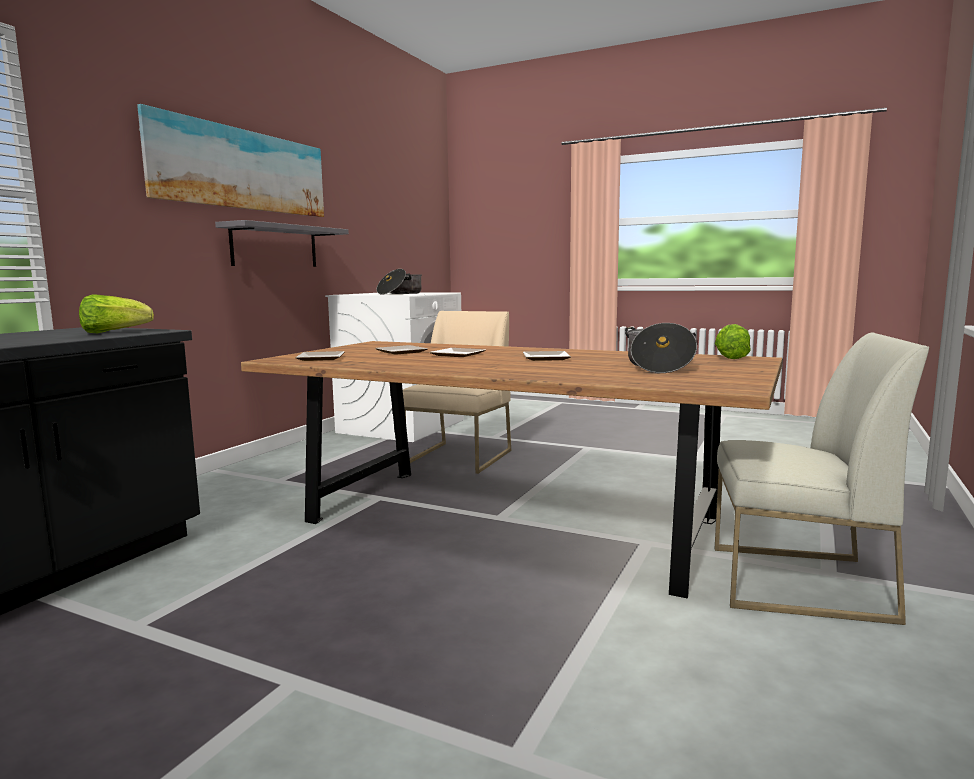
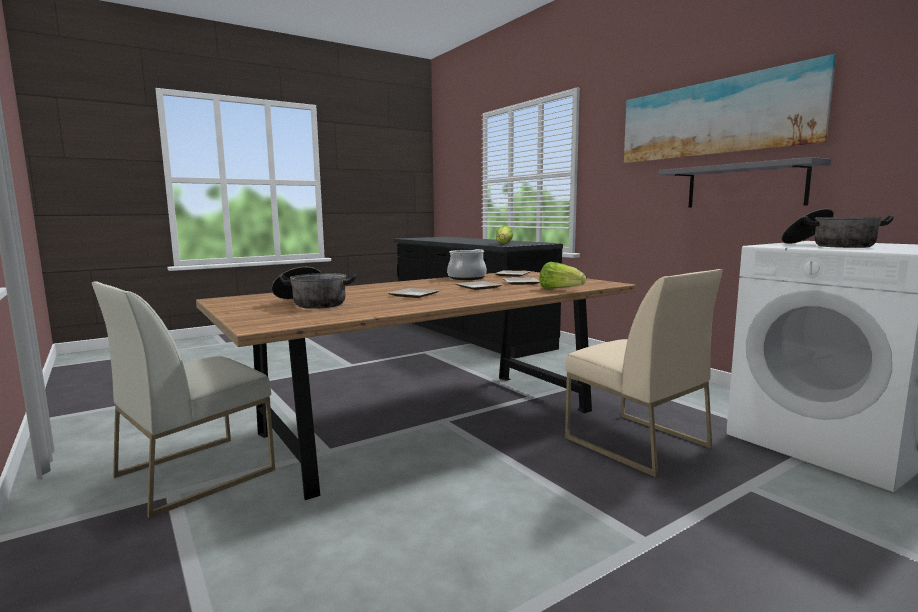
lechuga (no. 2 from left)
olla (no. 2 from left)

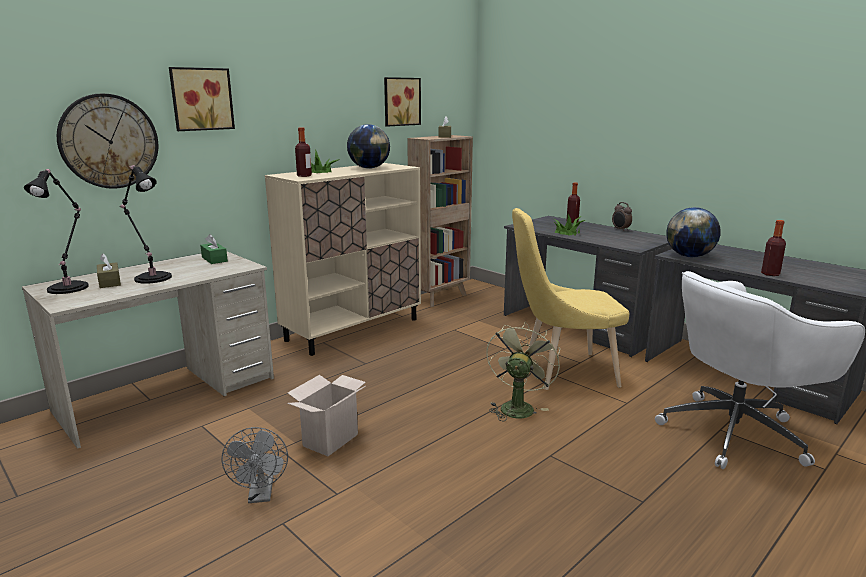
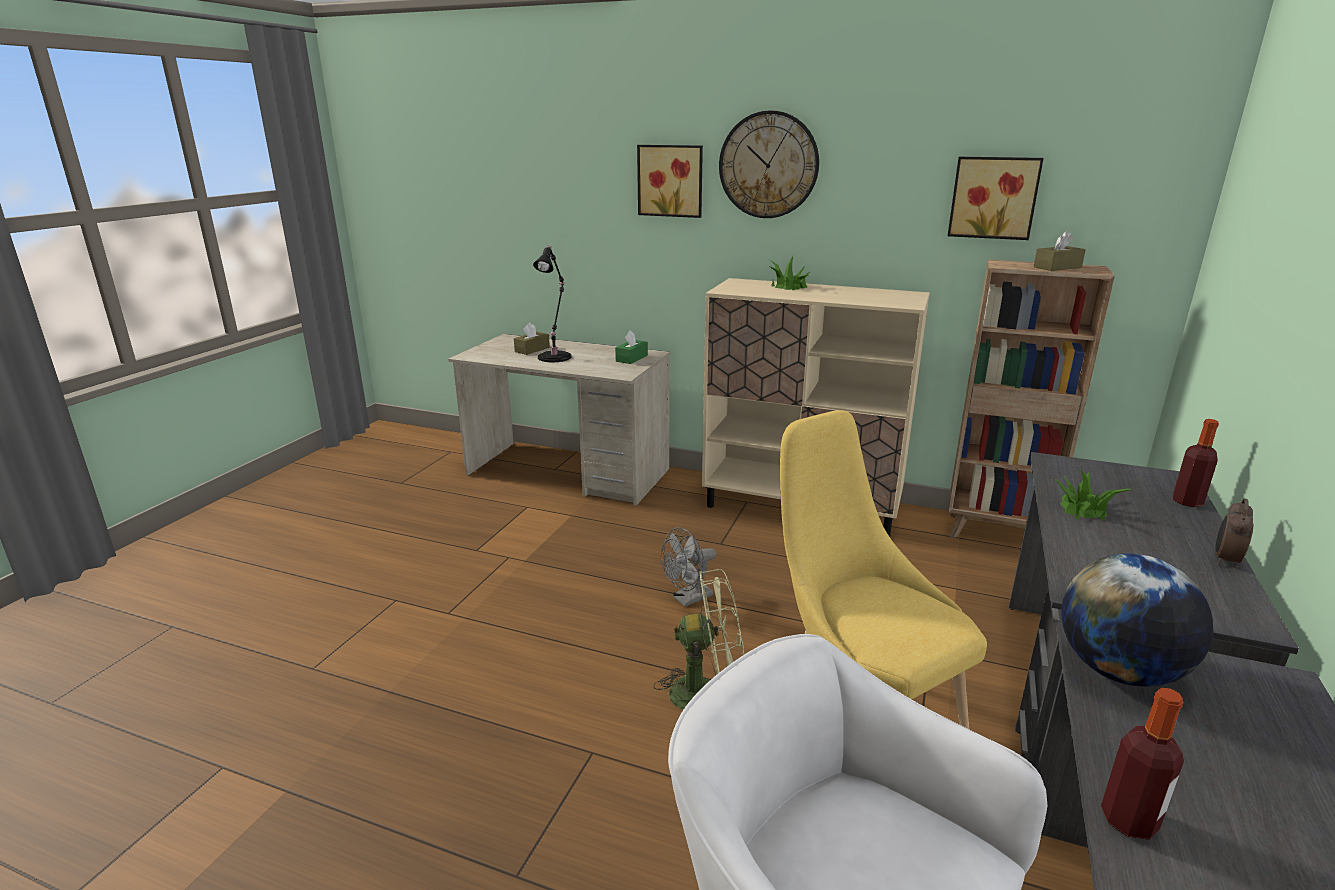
lámpara de mesa (negro) (no. 1 from left in the first image)
reloj de pared
ventilador (gris)
caja de cartón
botella (no. 1 from left in the first image)
globo terráqueo (no. 1 from left in the first image)

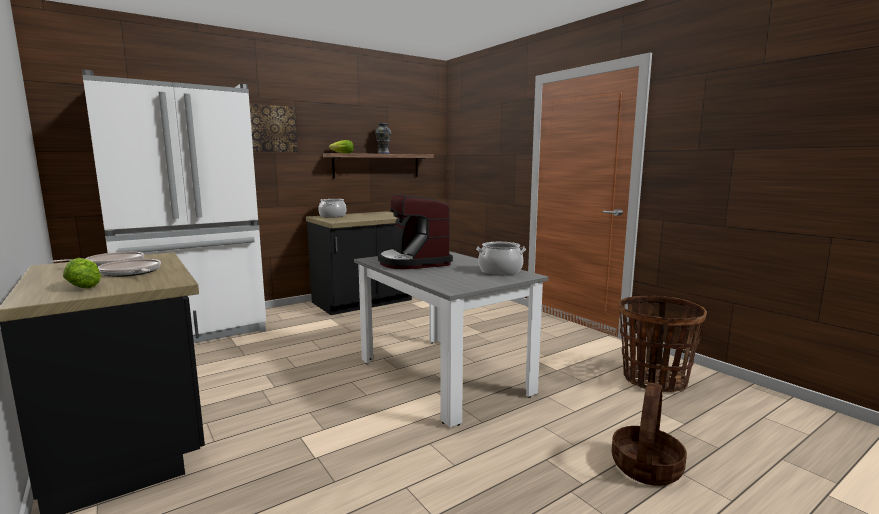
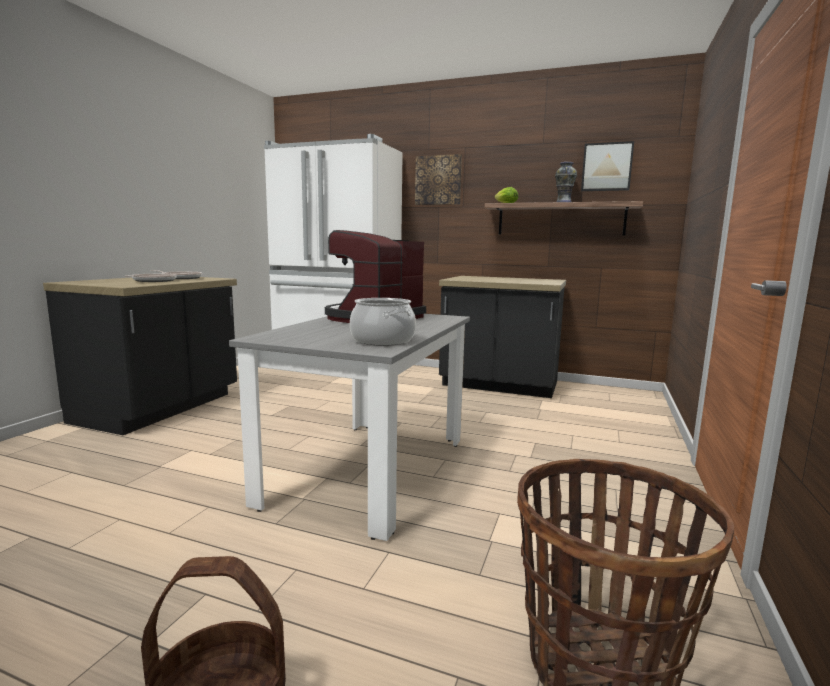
lechuga (no. 1 from left in the first image)
olla (no. 1 from left in the first image)
cuadro (no. 2 from left)

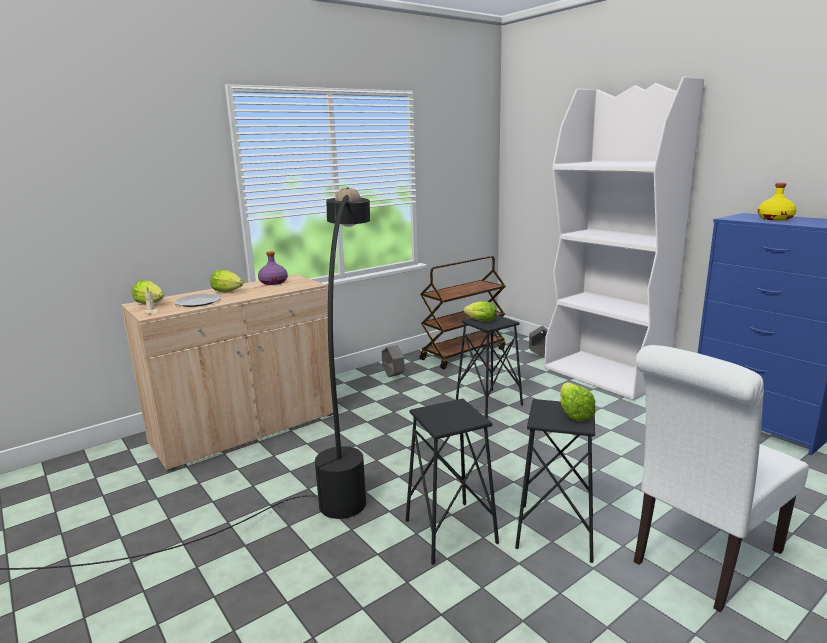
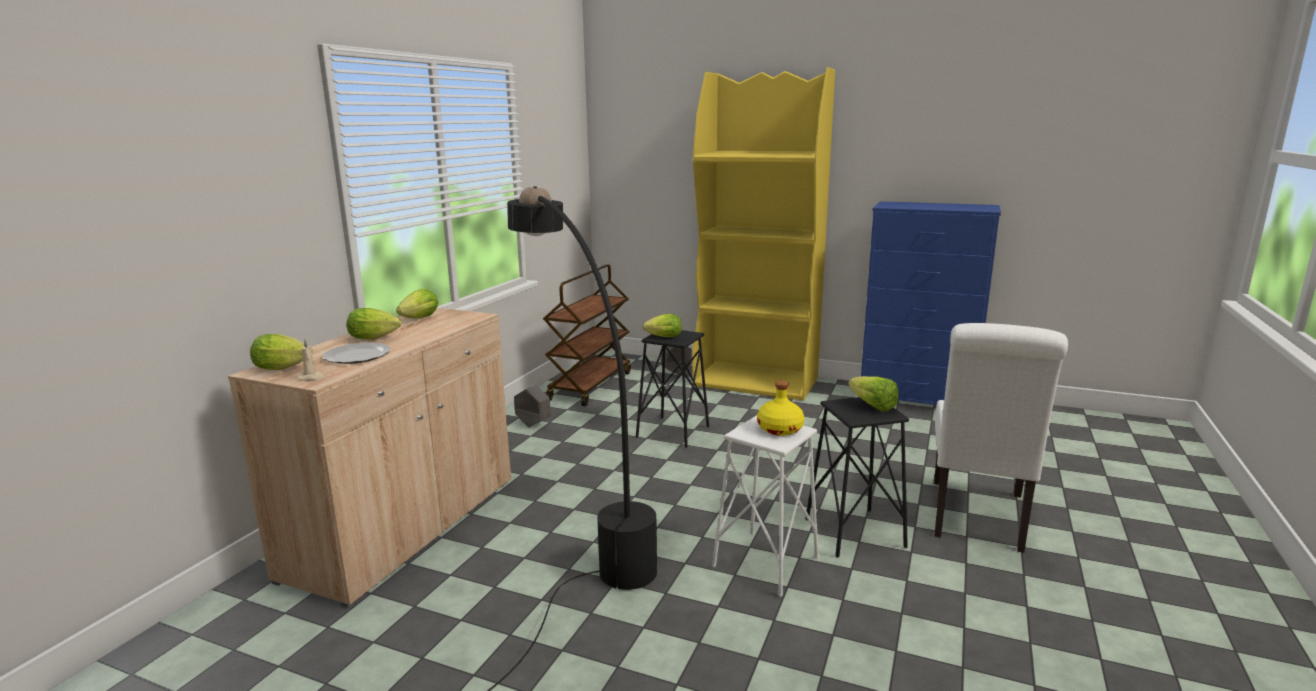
lechuga (no. 3 from left)
taburete (blanco)
estantería (amarillo)
botella (amarillo)

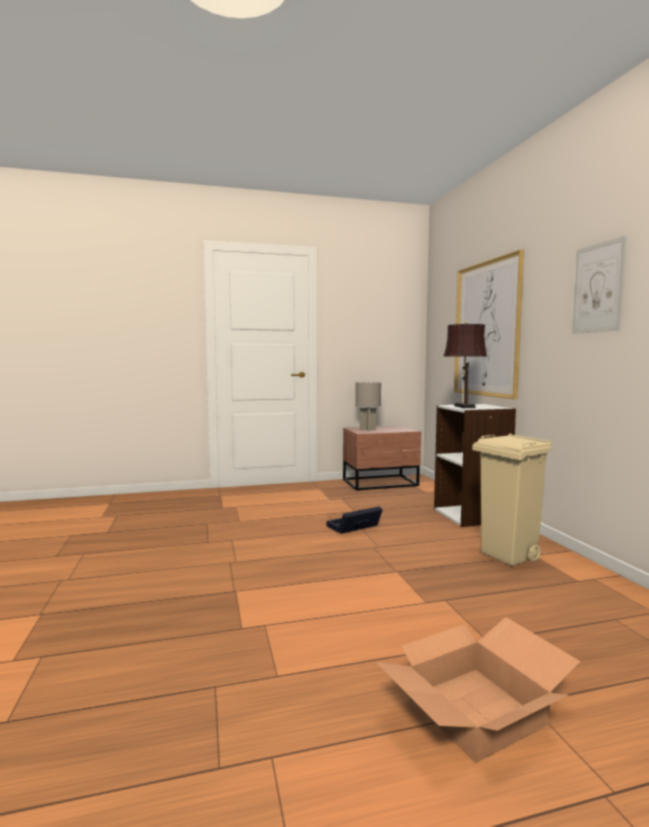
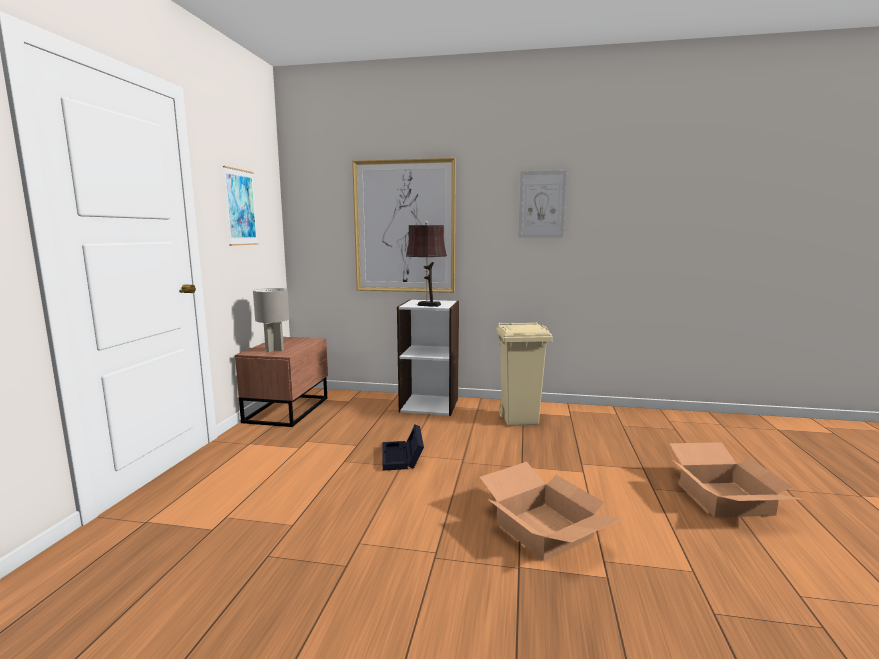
cuadro (no. 1 from left)
caja de cartón (no. 1 from left)

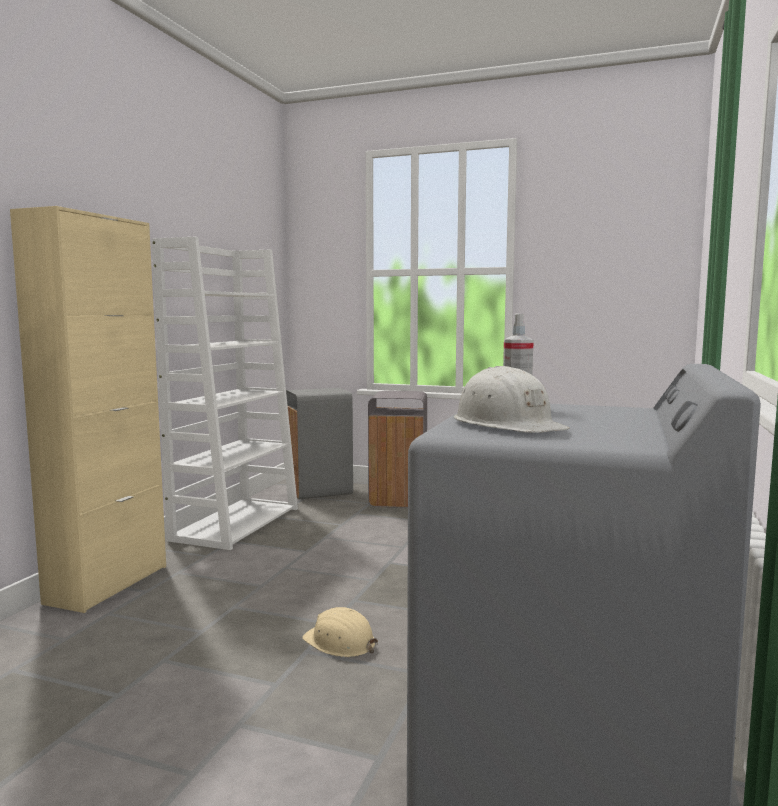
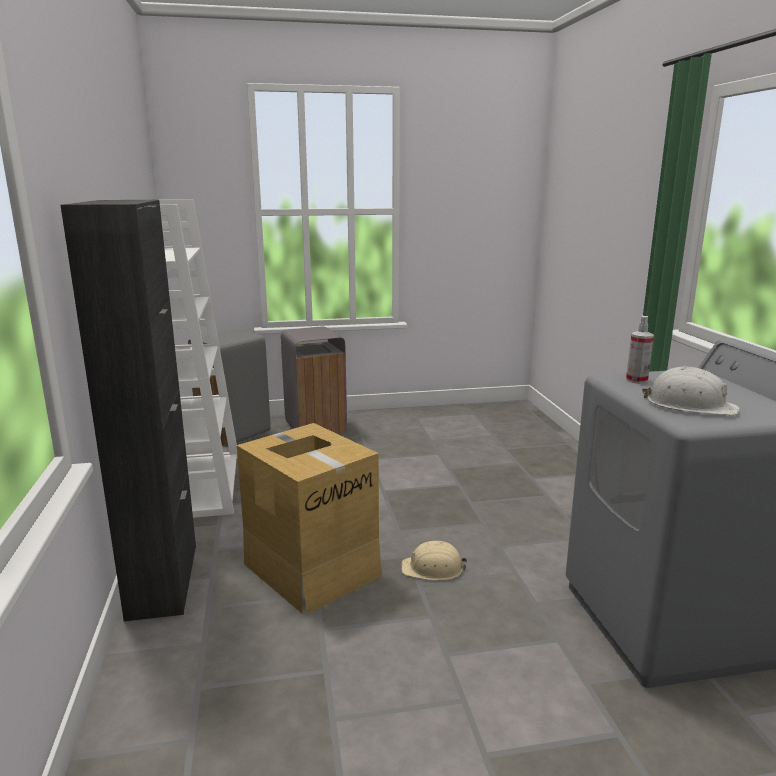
armario (negro)
caja de cartón

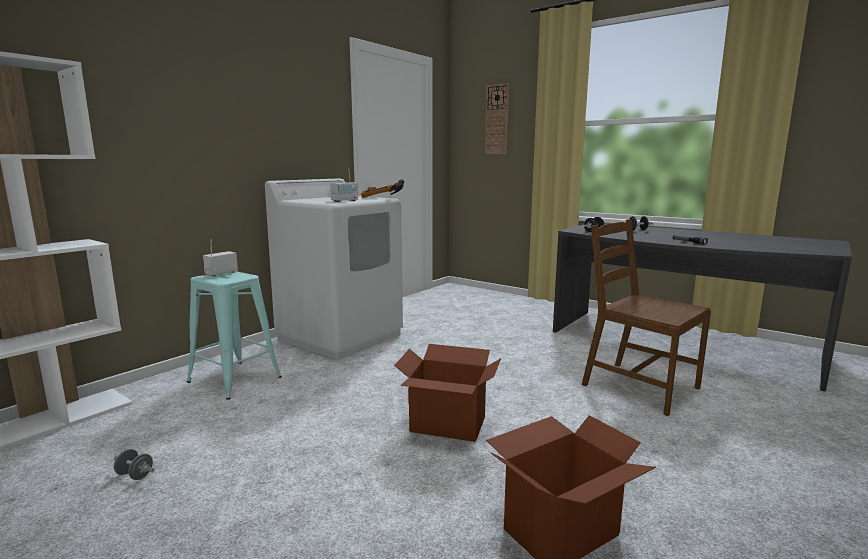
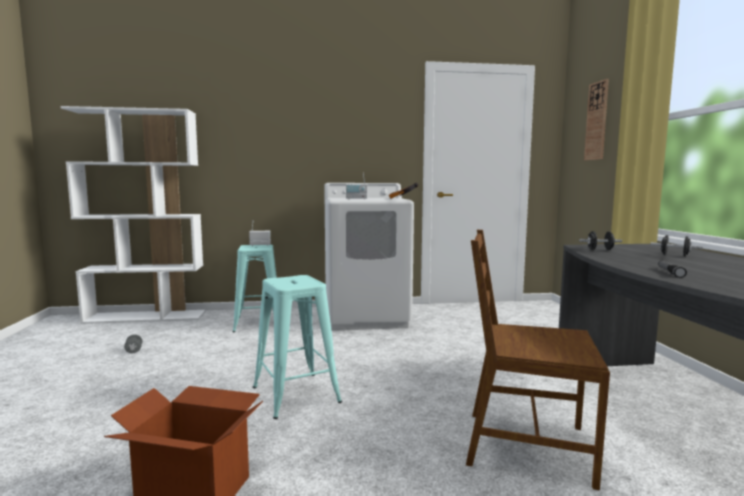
taburete (turquesa) (no. 2 from left)
silla (marrón)

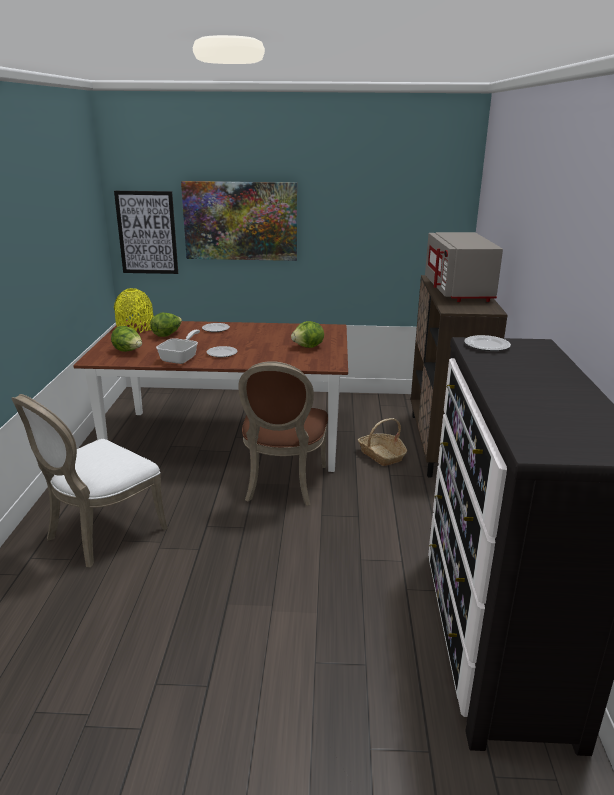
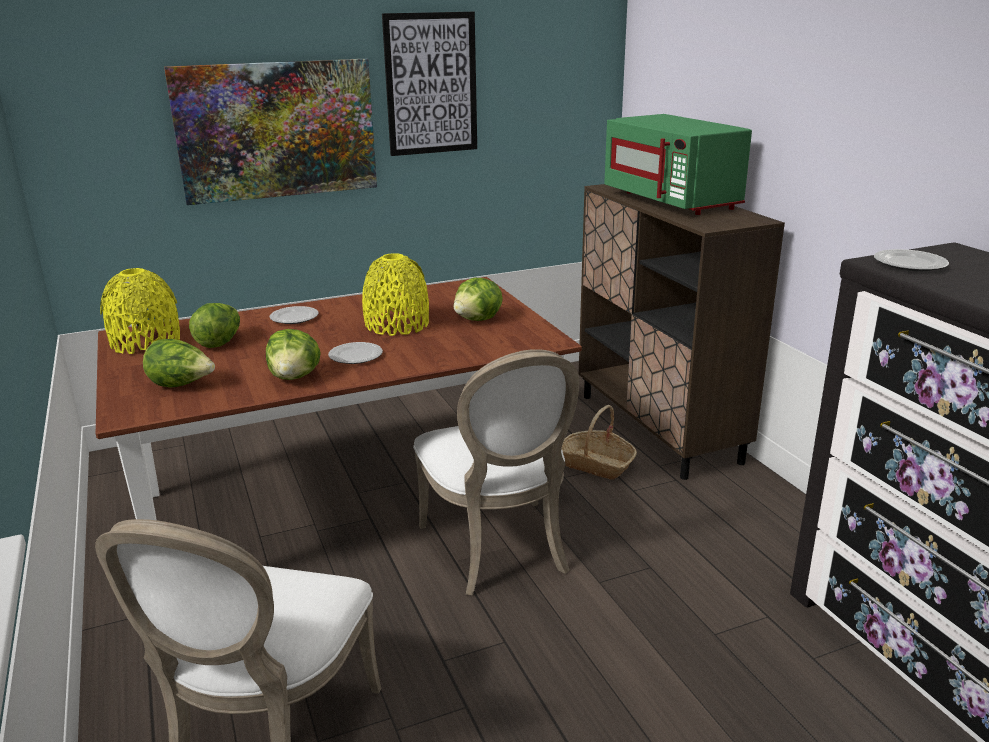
cuadro (no. 2 from left)
lechuga (no. 3 from left)
silla (blanco) (no. 2 from left)
microondas (verde)
florero (amarillo) (no. 2 from left)

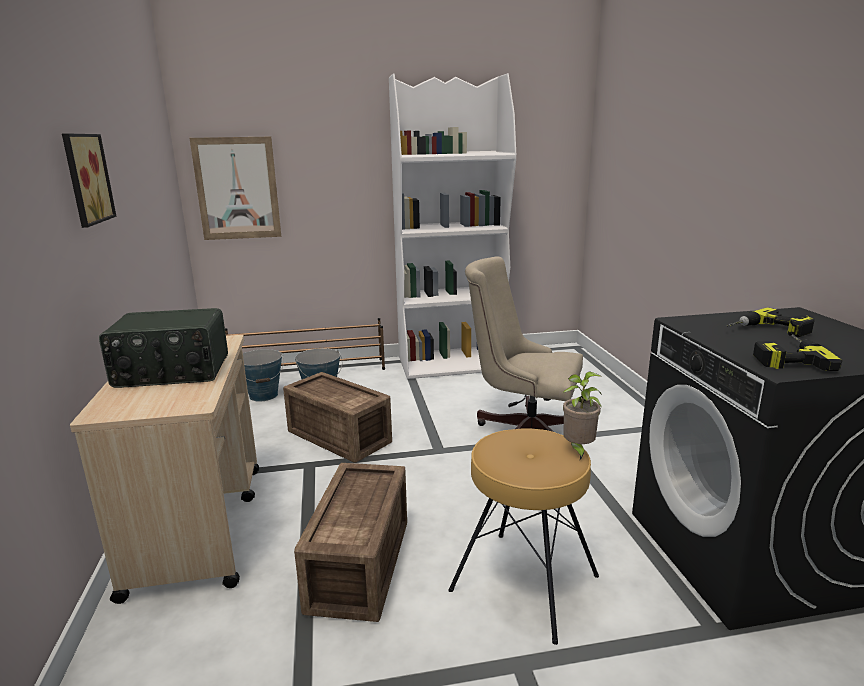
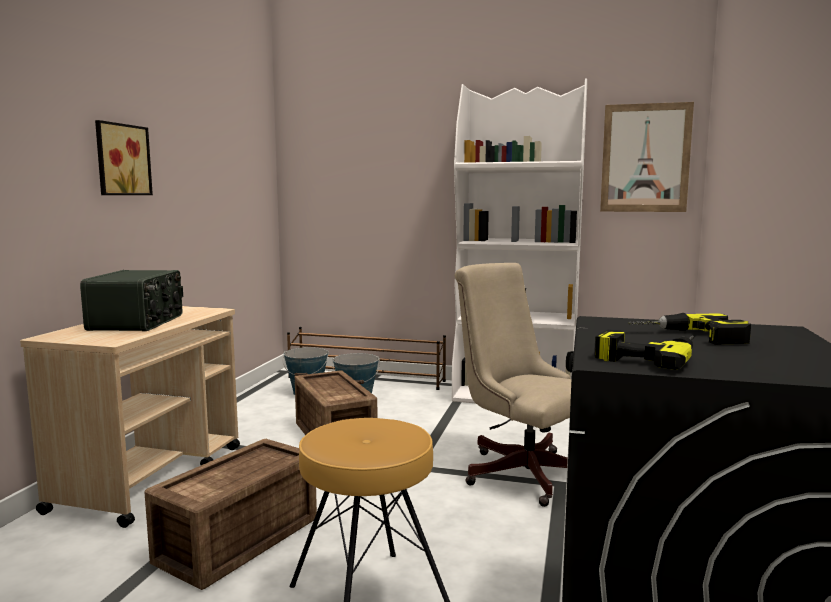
radio
cuadro (no. 2 from left)
planta en maceta

